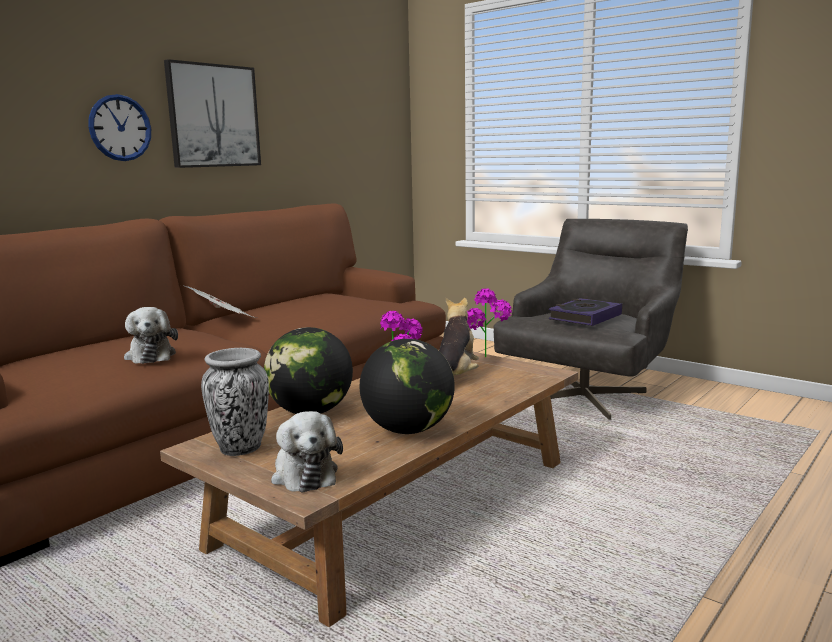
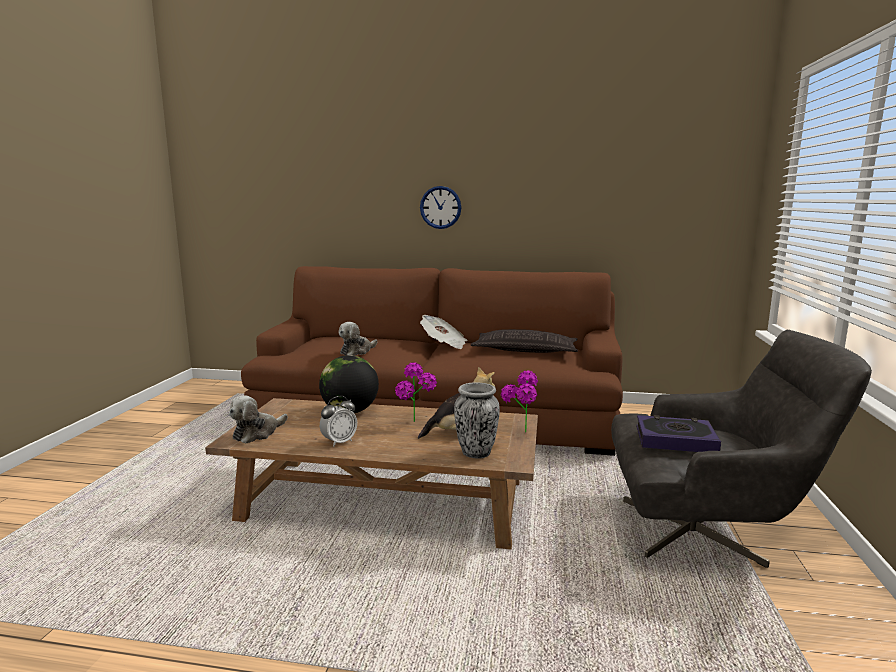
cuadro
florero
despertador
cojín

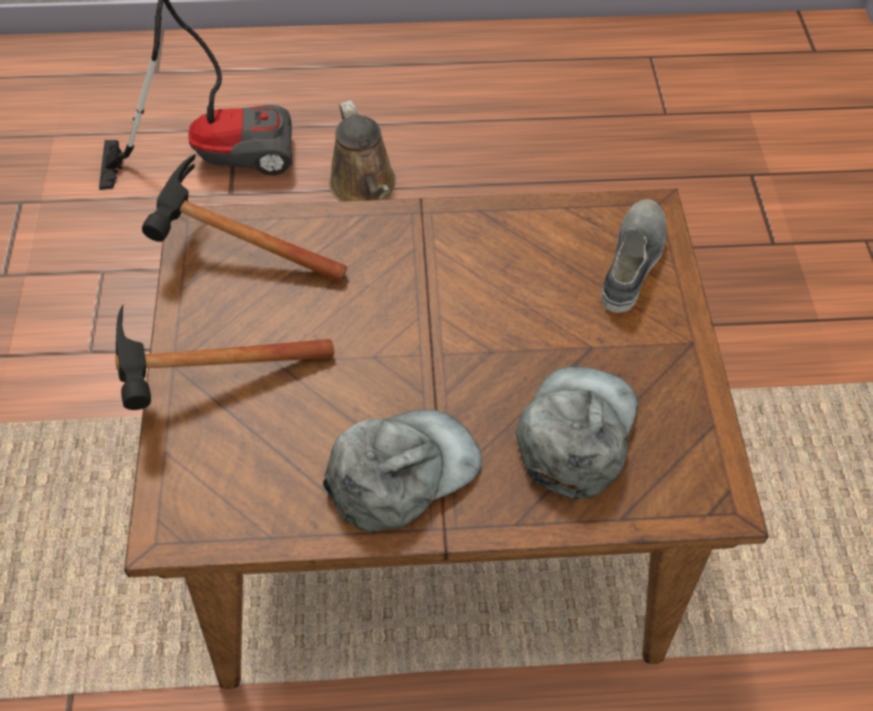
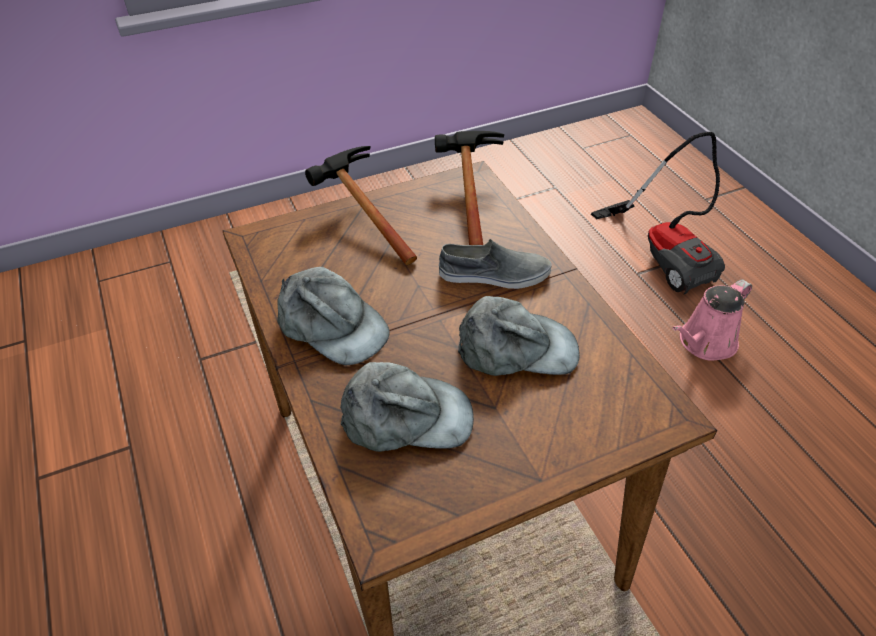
regadera (rosa)
zapato (gris)
gorra (gris) (no. 3 from left)

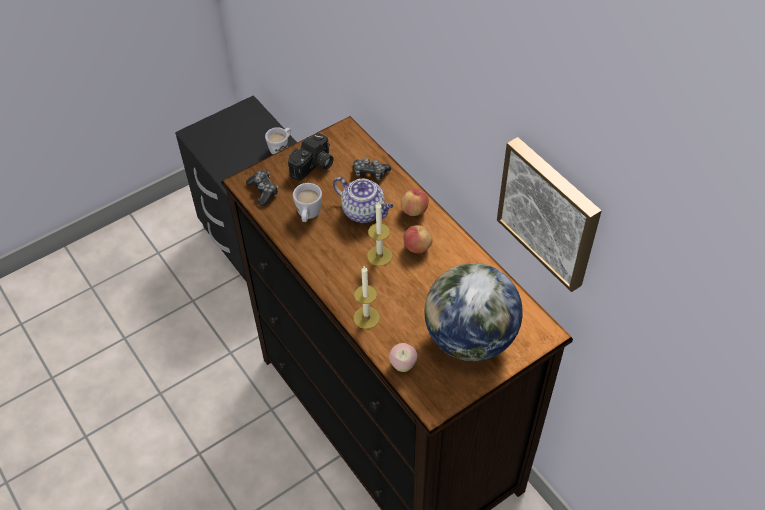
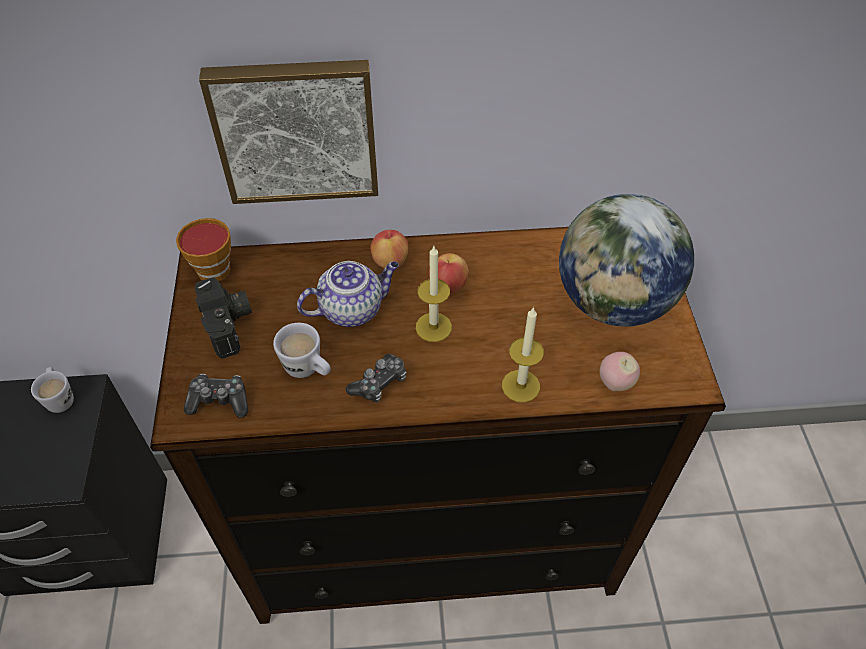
mando de consola (no. 2 from left)
cuadro
taza

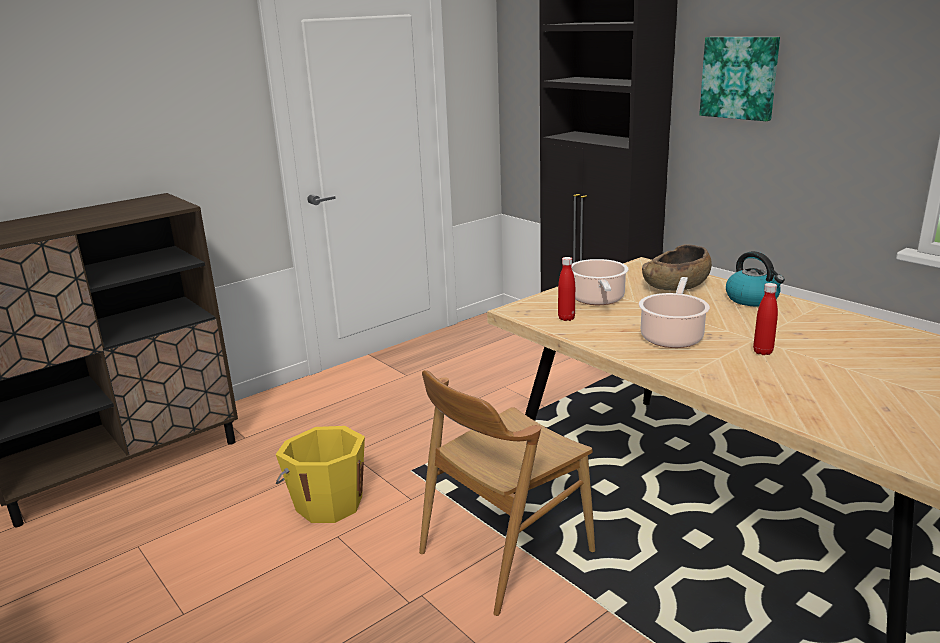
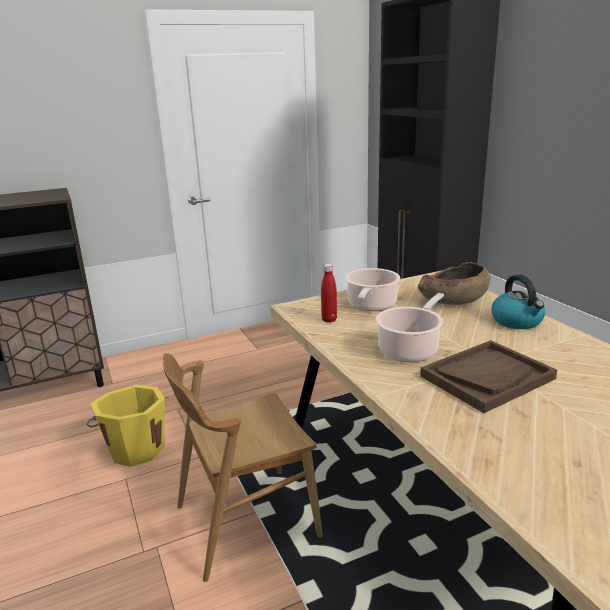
cuadro
bandeja (marrón)

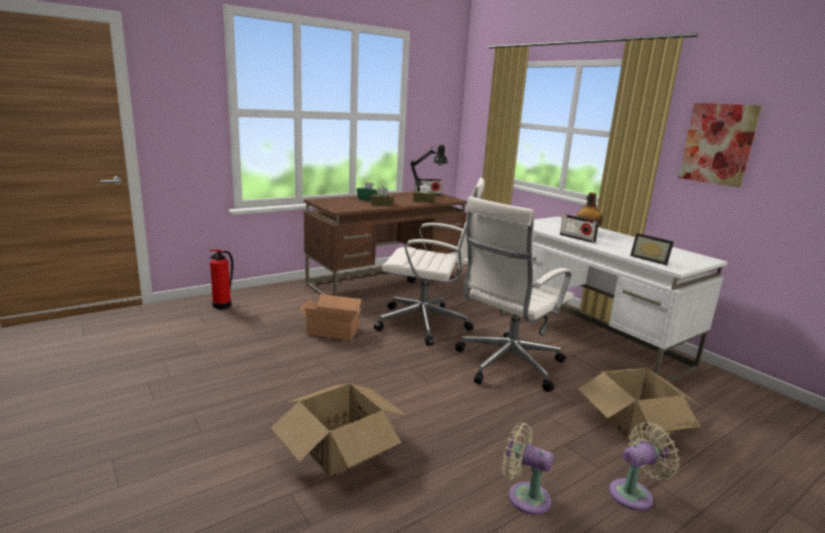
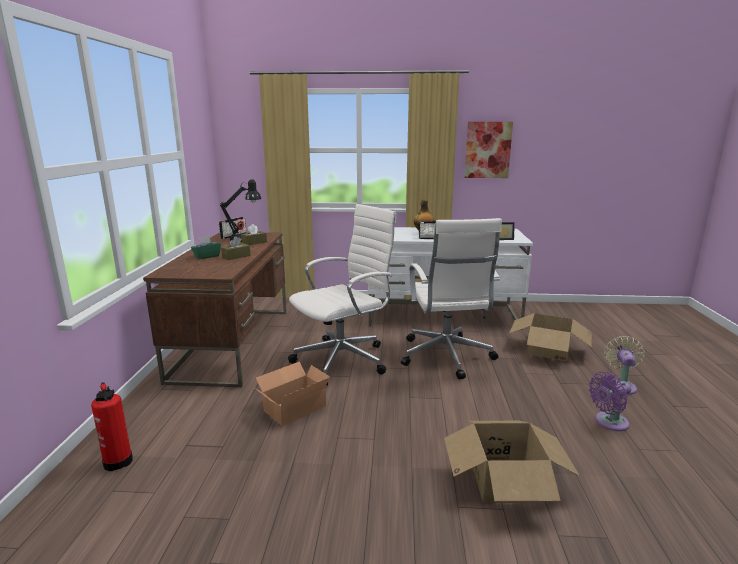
ventilador (morado)

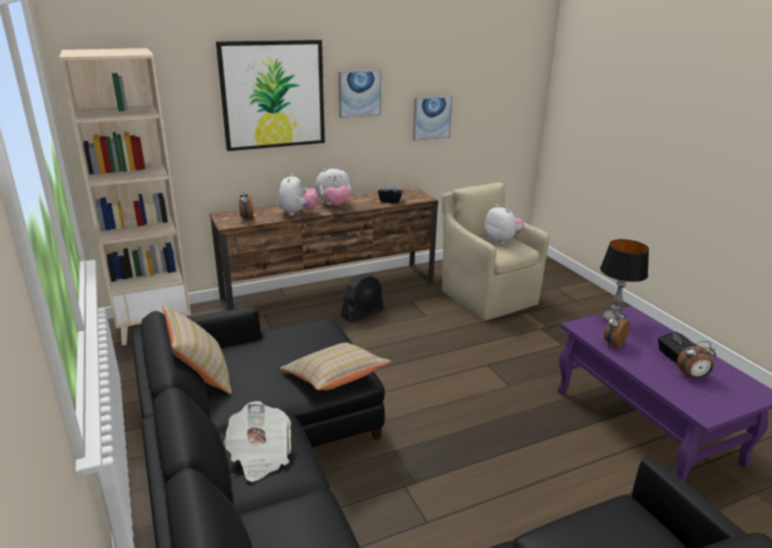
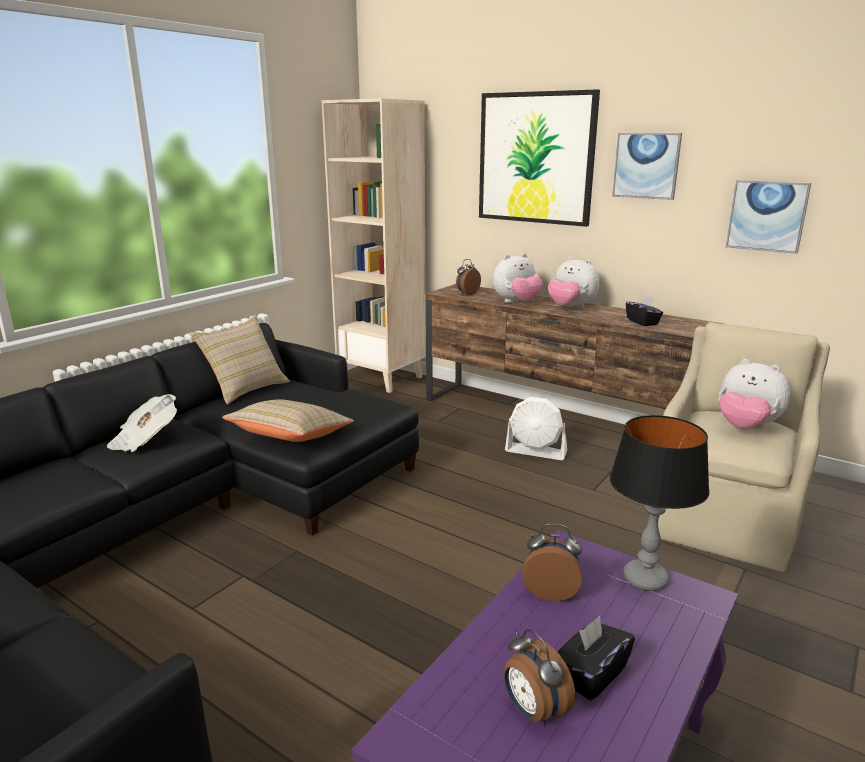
ventilador (blanco)
peluche (no. 3 from left)

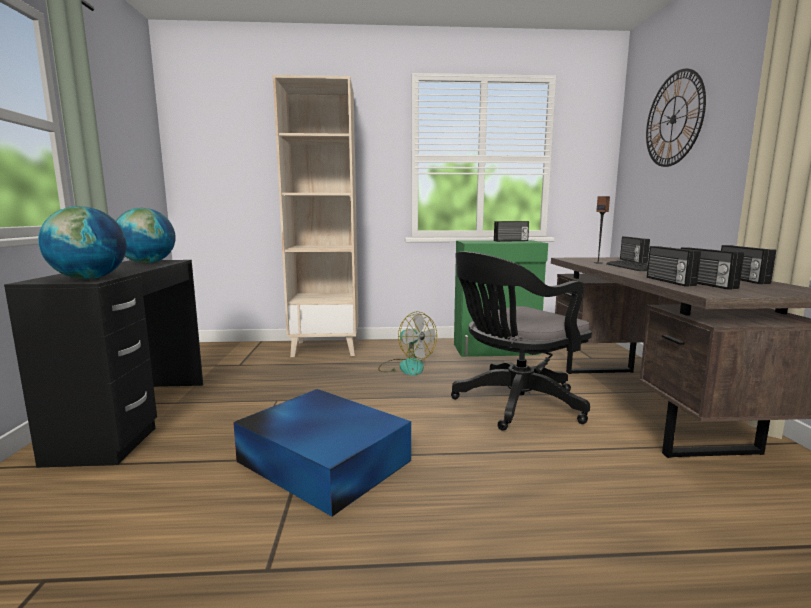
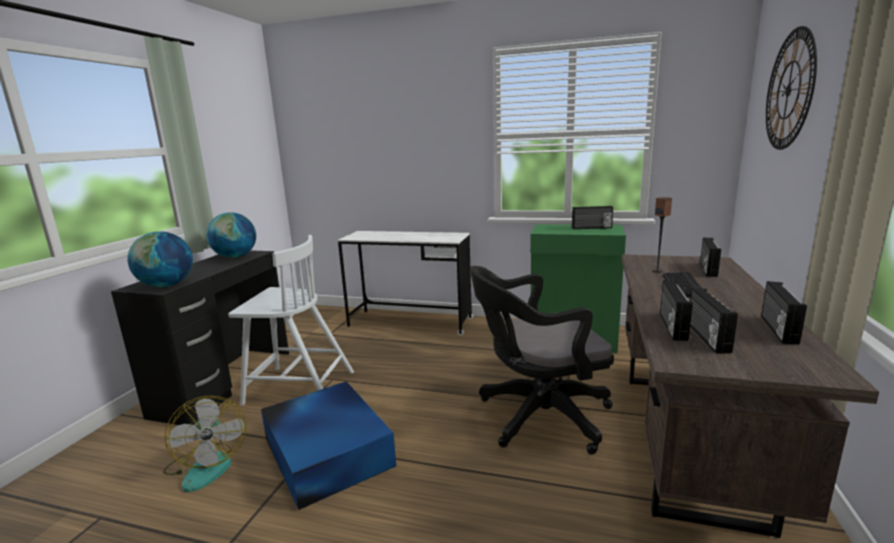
escritorio (blanco)
ventilador
silla (blanco)

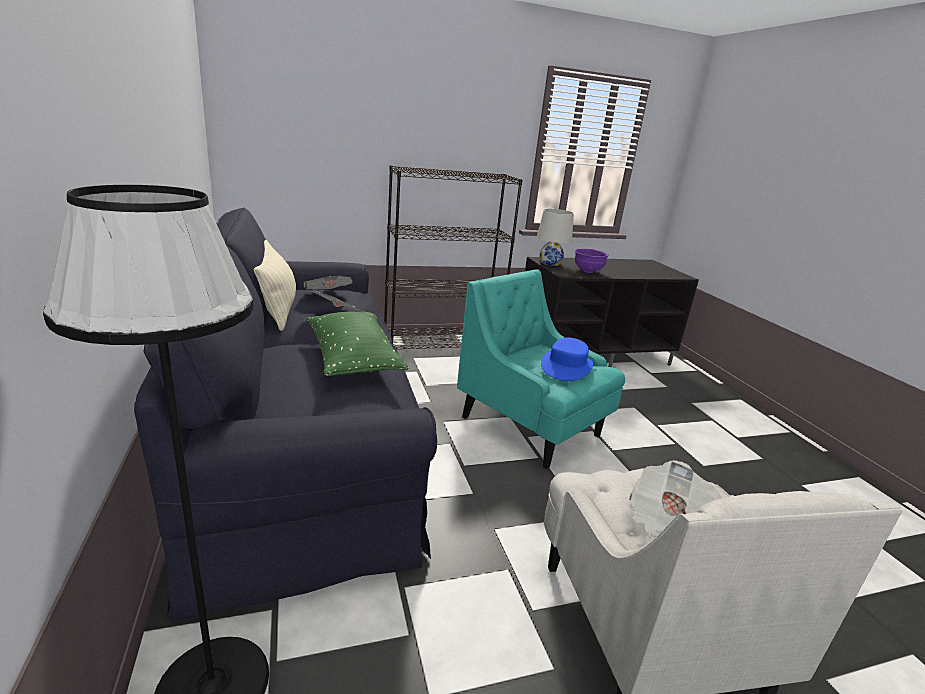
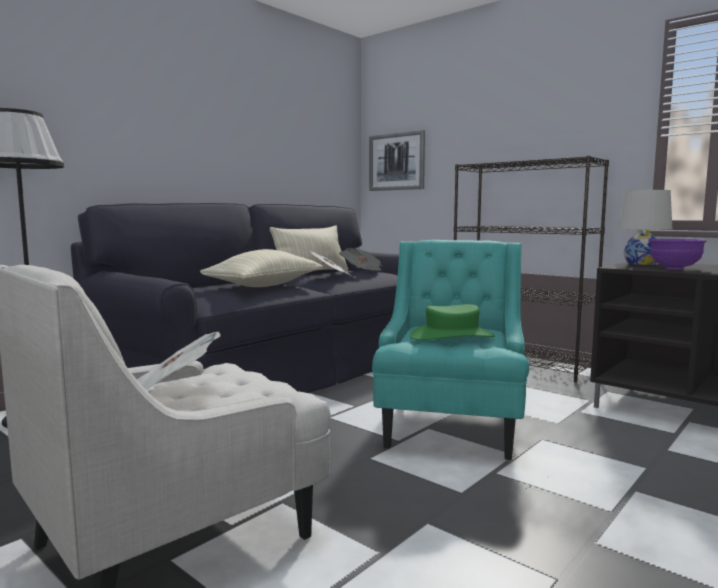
cojín (beis) (no. 1 from left)
sombrero (verde)
cuadro

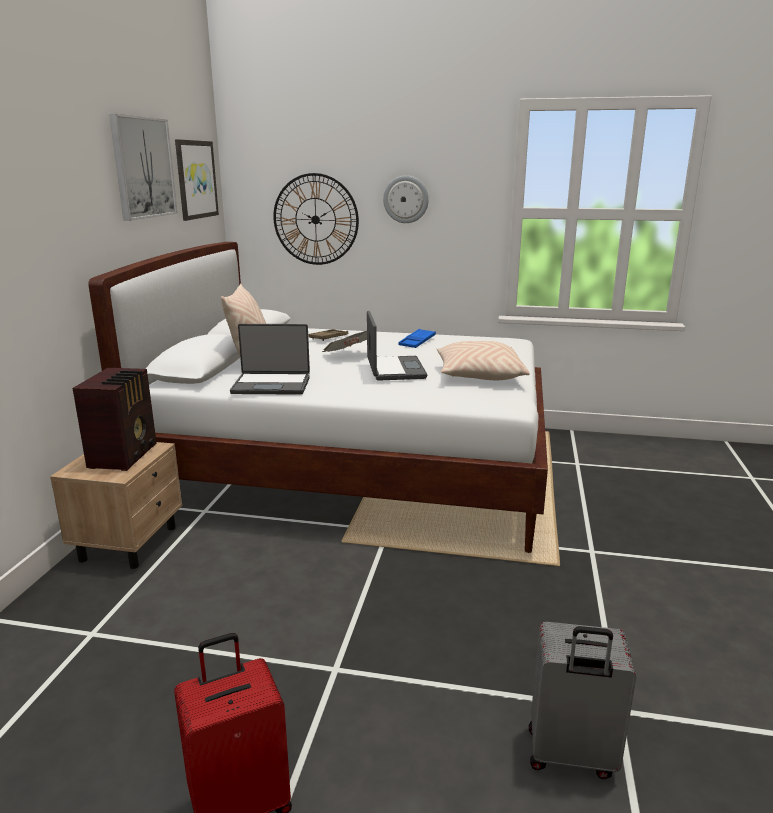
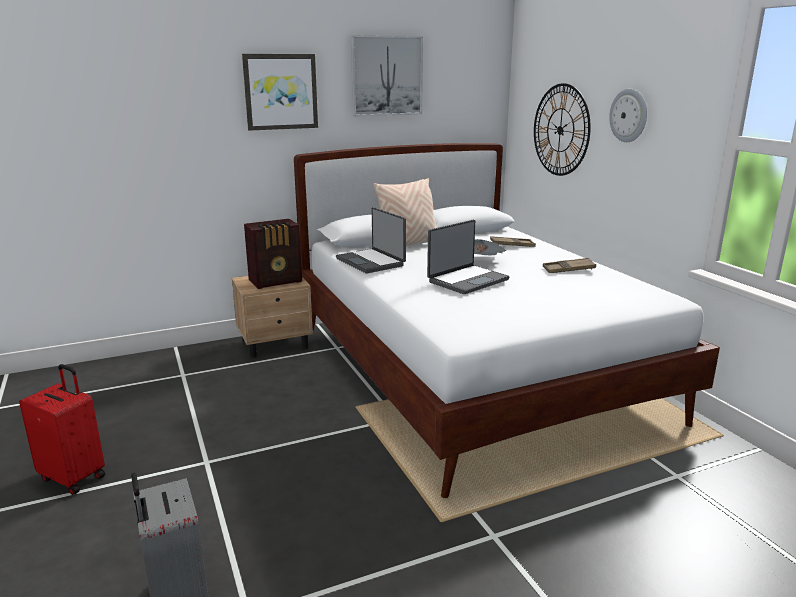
cuadro (no. 1 from left)
bandeja (marrón) (no. 2 from left)
cojín (beis) (no. 2 from left in the first image)

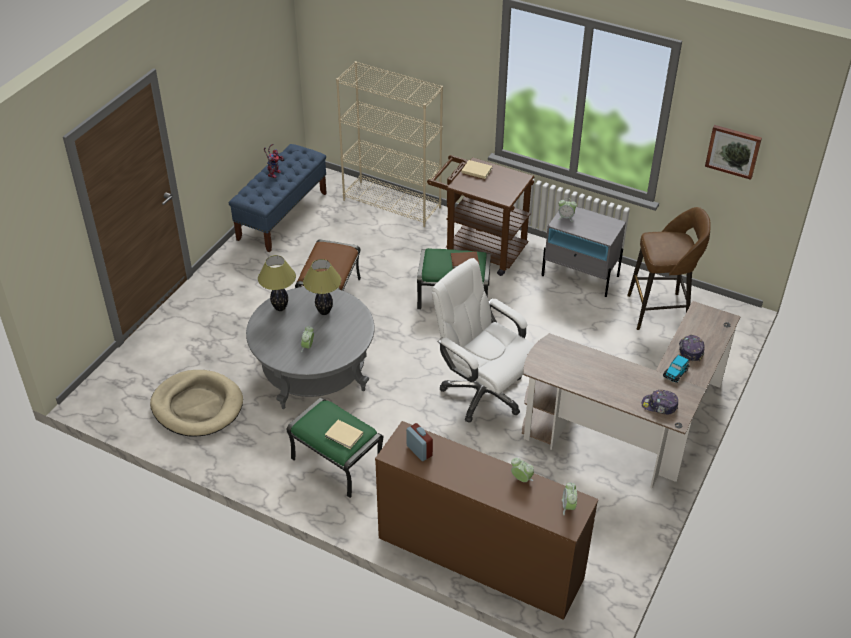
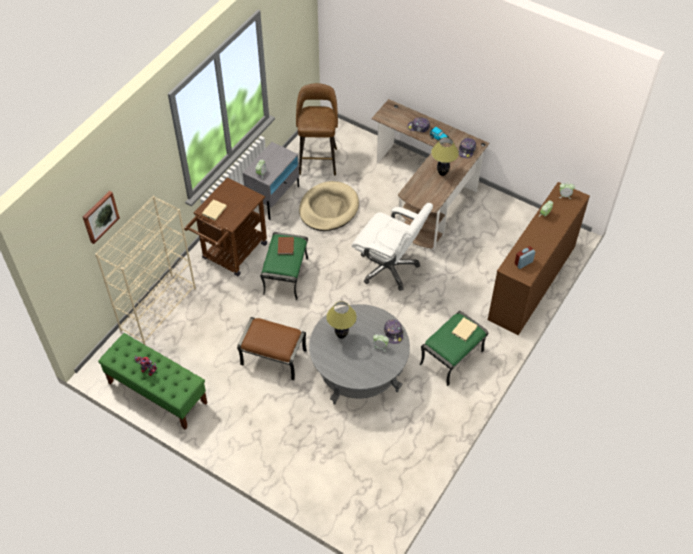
cama para perro (beis)
banco (verde)
lámpara de mesa (no. 2 from left)
silla de oficina (blanco)
cuadro
gorra (no. 1 from left)

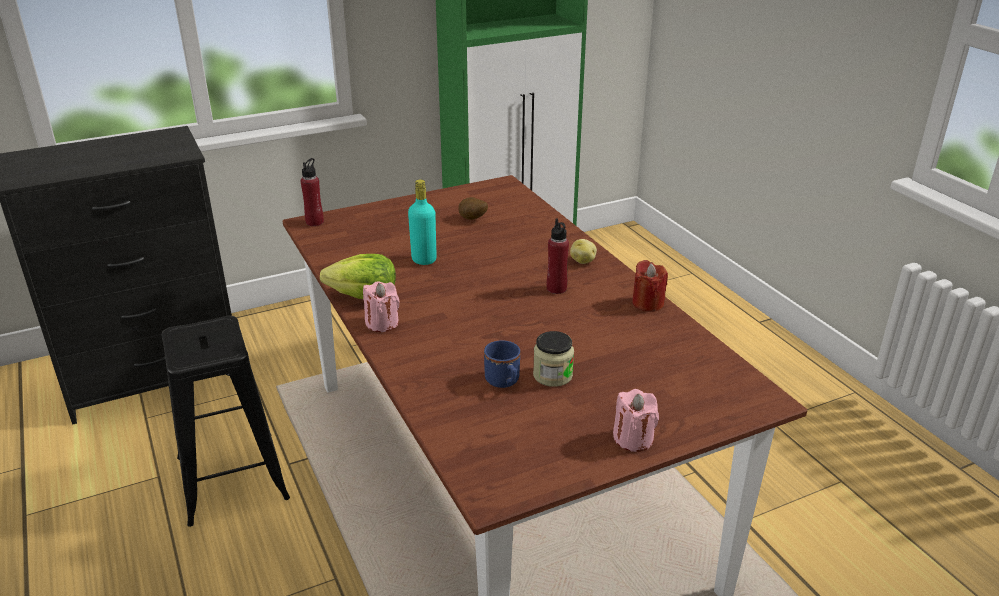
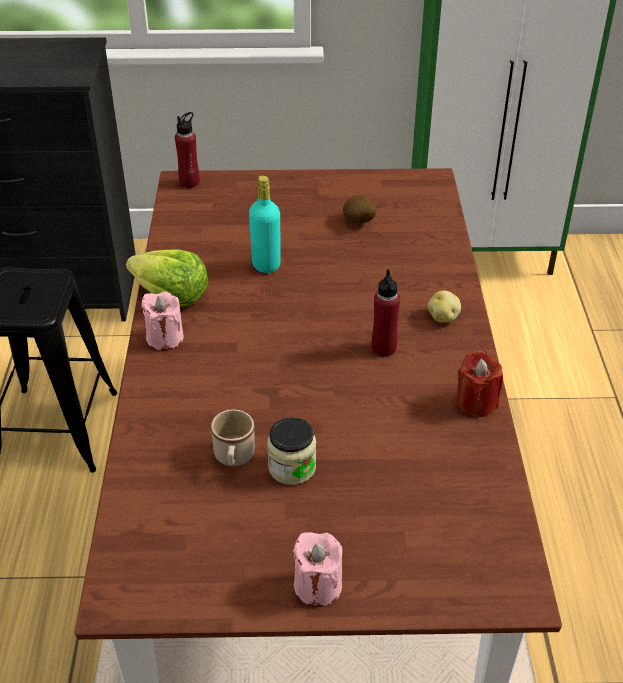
taza grande (beis)

